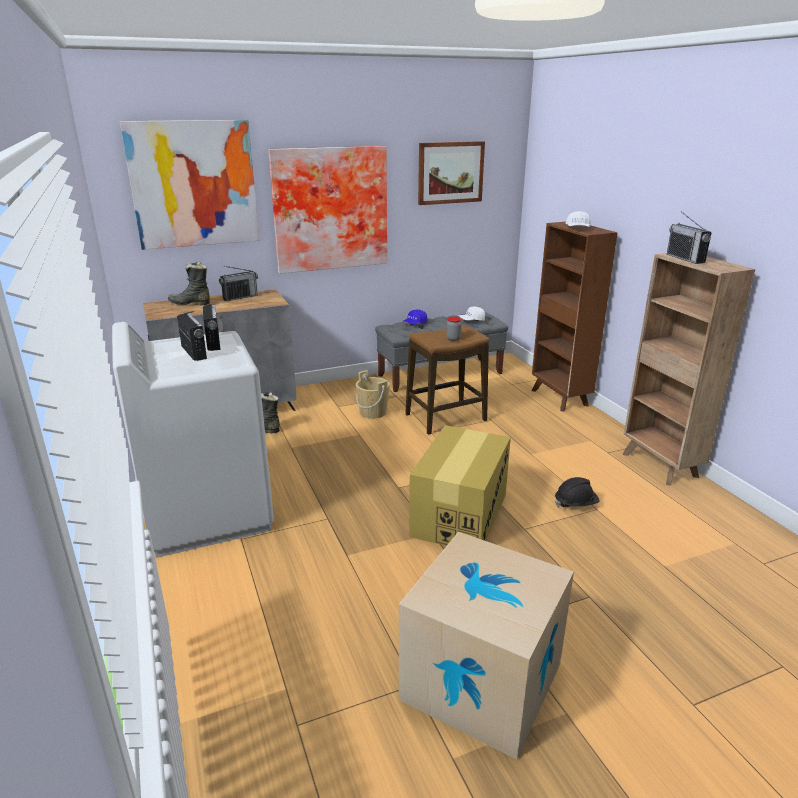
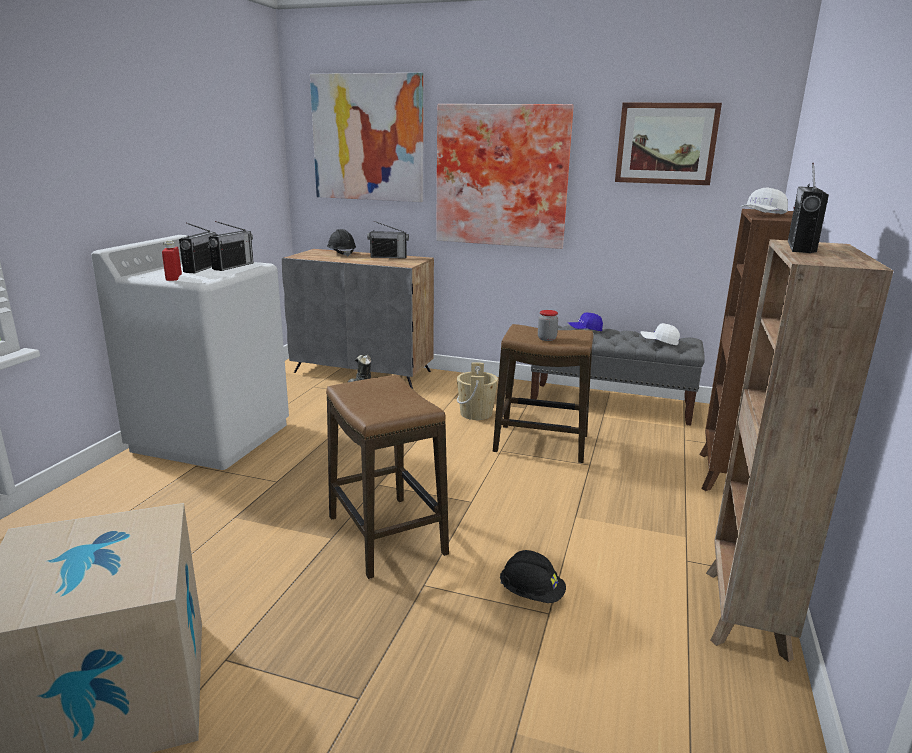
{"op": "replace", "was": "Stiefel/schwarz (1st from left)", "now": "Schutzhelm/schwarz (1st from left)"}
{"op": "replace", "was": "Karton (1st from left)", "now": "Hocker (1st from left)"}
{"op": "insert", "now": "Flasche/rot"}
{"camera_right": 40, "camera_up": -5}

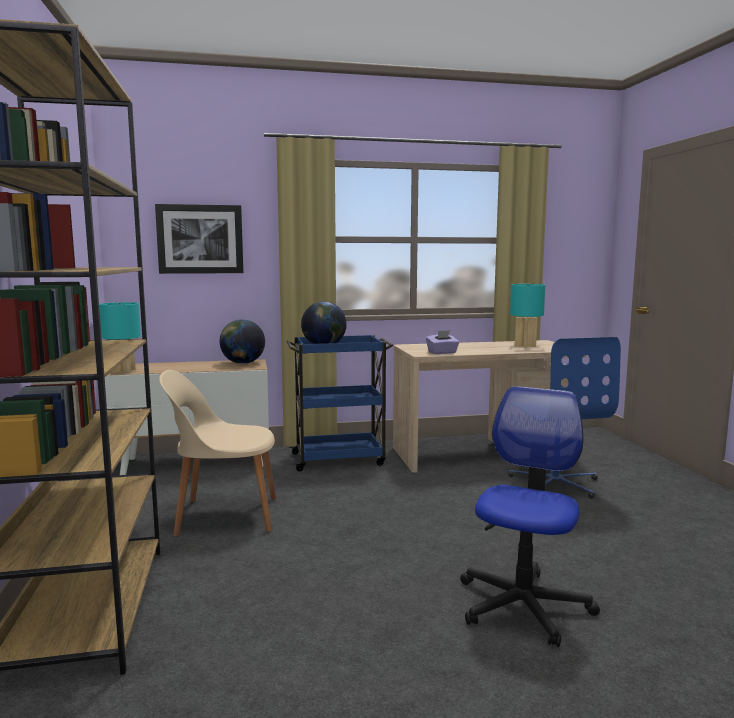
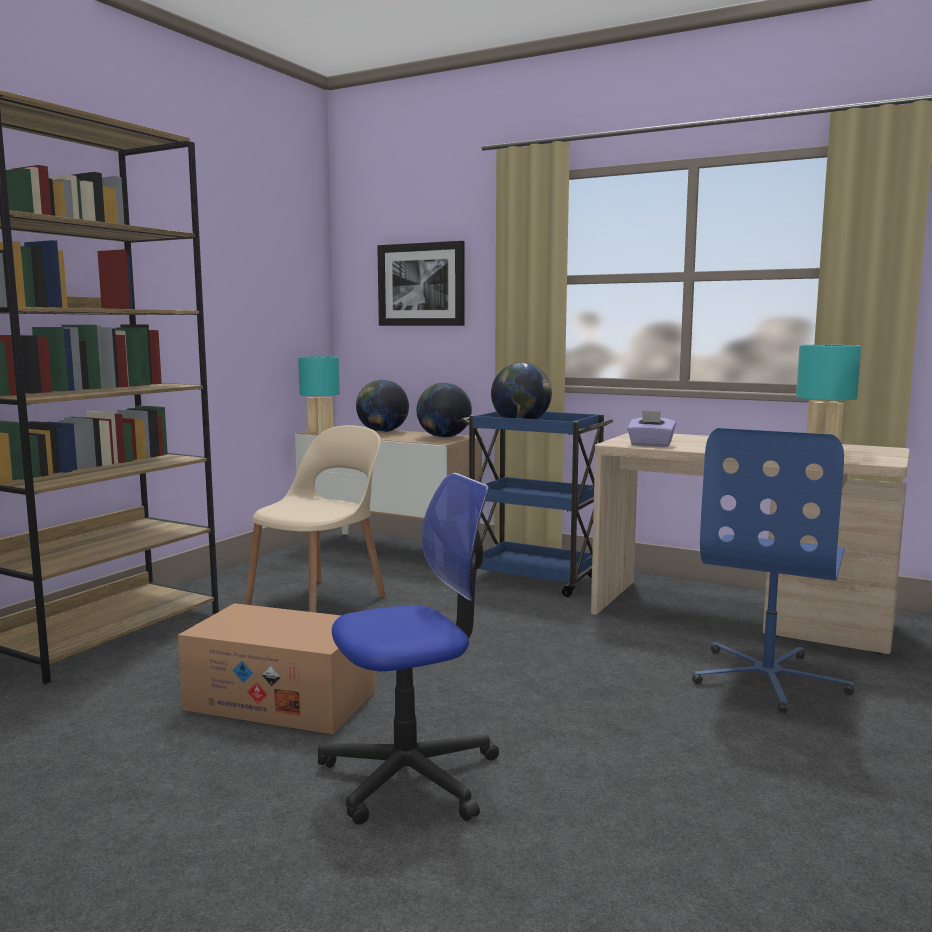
{"op": "rotate", "was": "Stuhl/beige", "clockwise": 90}
{"op": "insert", "now": "Karton"}
{"op": "insert", "now": "Globus (1st from left)"}
{"camera_right": 40, "camera_up": 0}

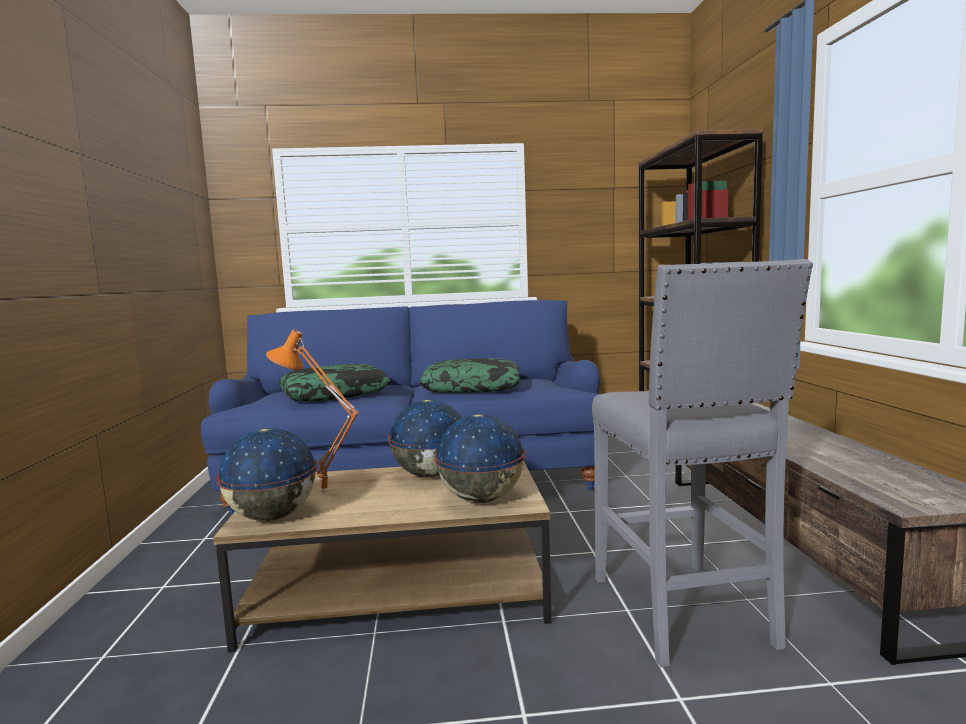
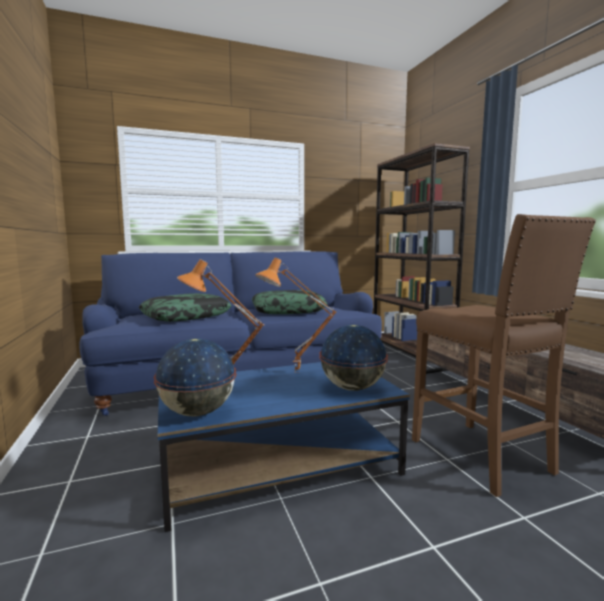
{"op": "recolor", "was": "Couchtisch/braun", "now": "Couchtisch/blau"}
{"op": "replace", "was": "Globus (2nd from left)", "now": "Tischlampe/orange (2nd from left)"}
{"op": "recolor", "was": "Hocker/grau", "now": "Hocker/braun"}
{"camera_right": -15, "camera_up": 0}

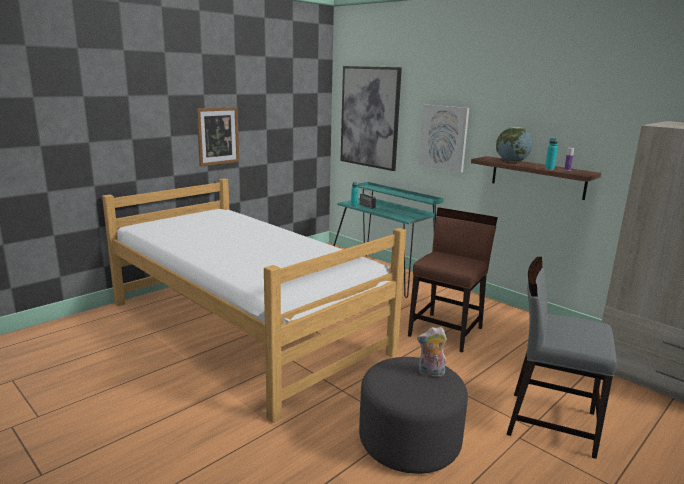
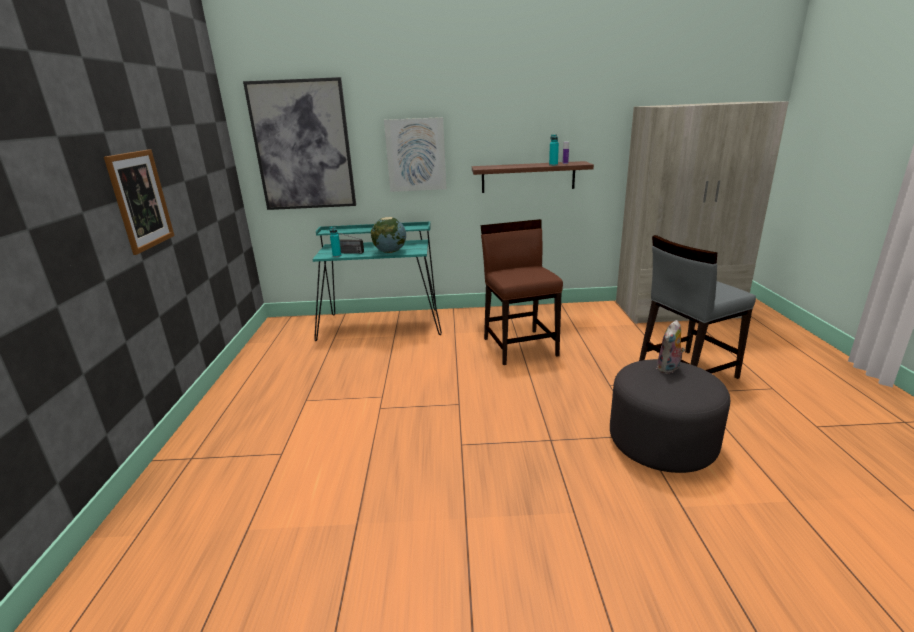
{"op": "delete", "was": "Bett"}
{"op": "move", "was": "Globus"}
{"camera_right": -45, "camera_up": 5}

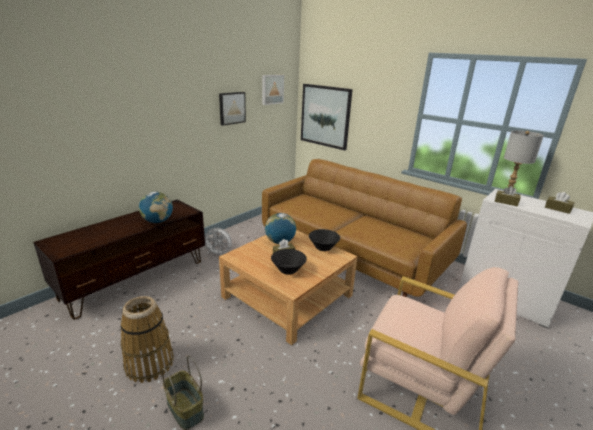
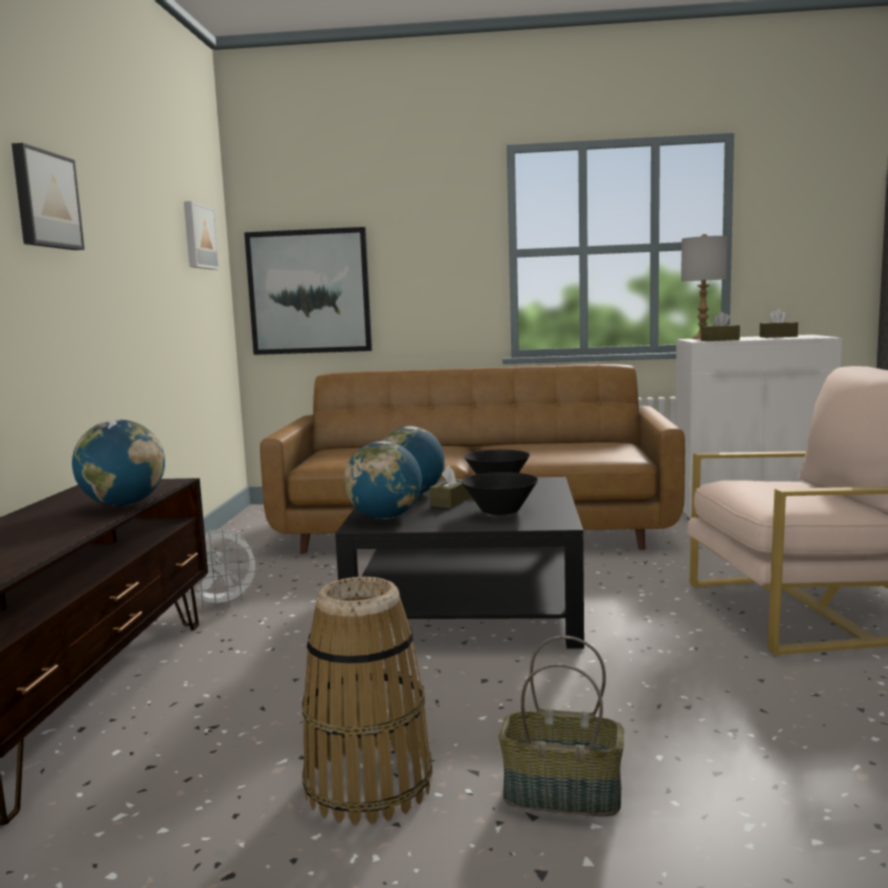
{"op": "move", "was": "Bild (1st from left)"}
{"op": "recolor", "was": "Couchtisch/beige", "now": "Couchtisch/schwarz"}
{"op": "insert", "now": "Globus (2nd from left)"}
{"camera_right": -35, "camera_up": -15}

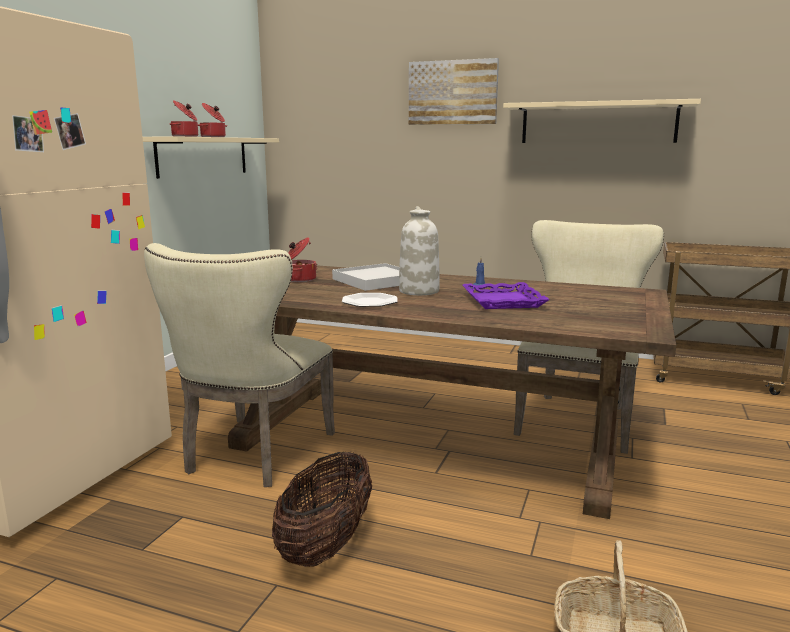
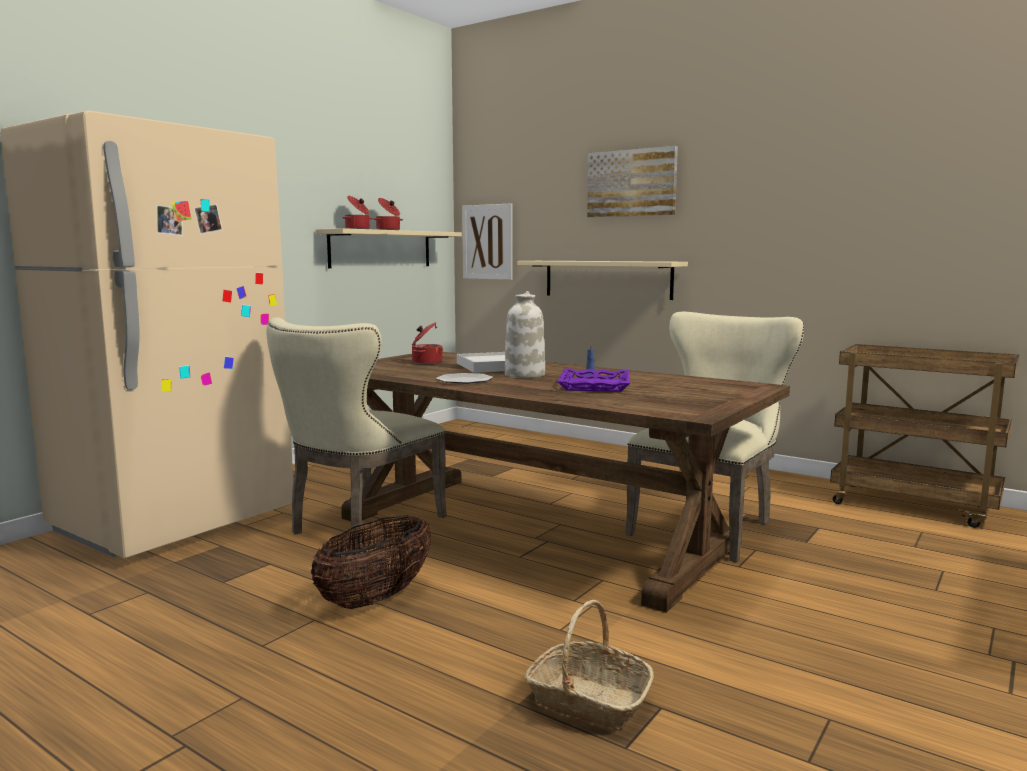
{"op": "move", "was": "Wandregal/beige (2nd from left)"}
{"op": "insert", "now": "Bild (1st from left)"}
{"camera_right": 15, "camera_up": -5}

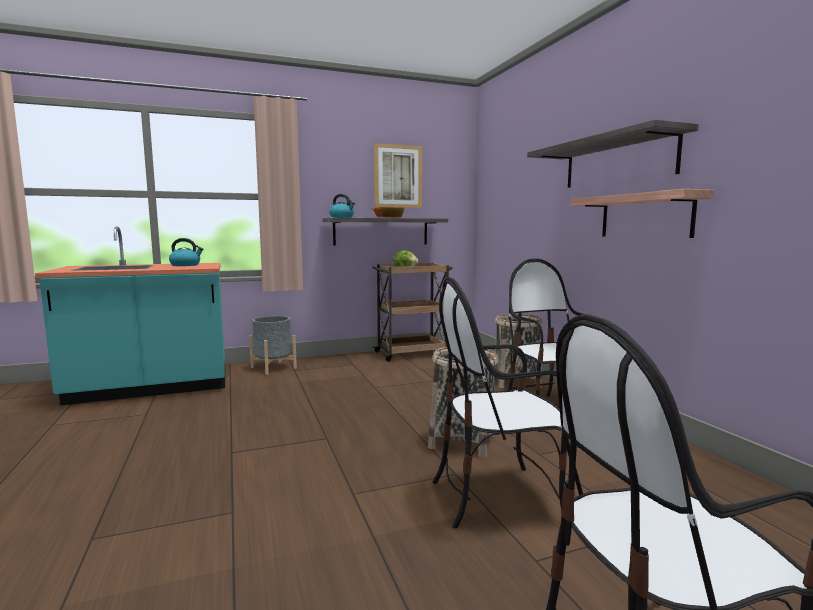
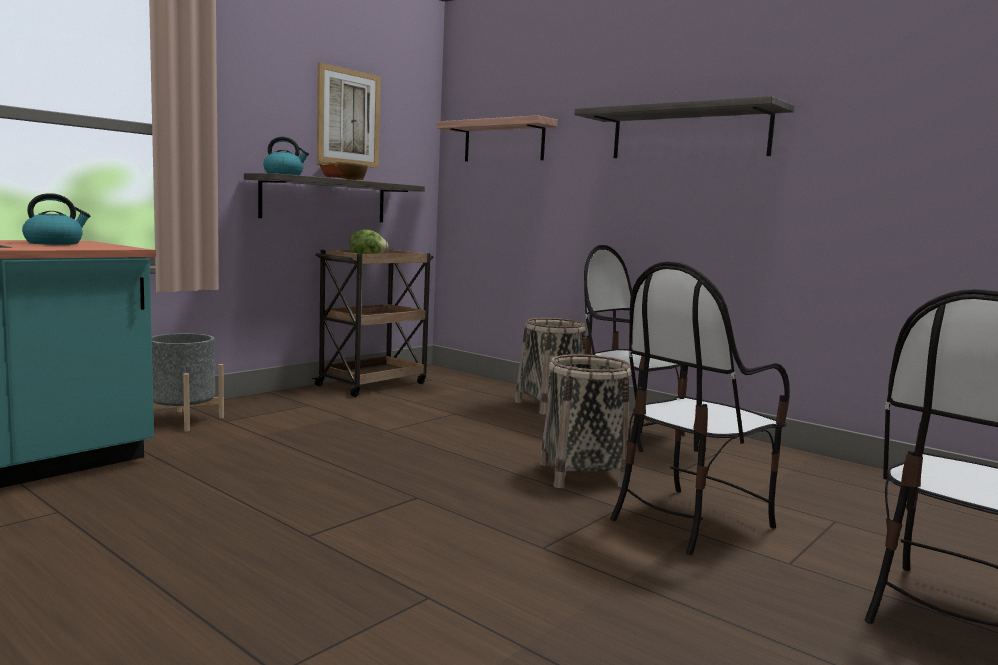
{"op": "move", "was": "Wandregal (3rd from left in the first image)", "now": "Wandregal (2nd from left)"}
{"camera_right": -30, "camera_up": 0}

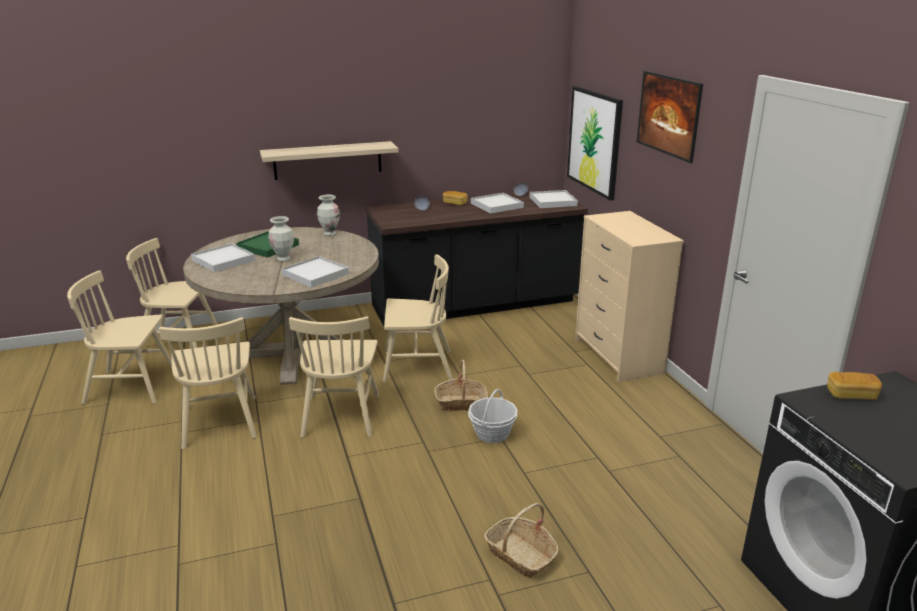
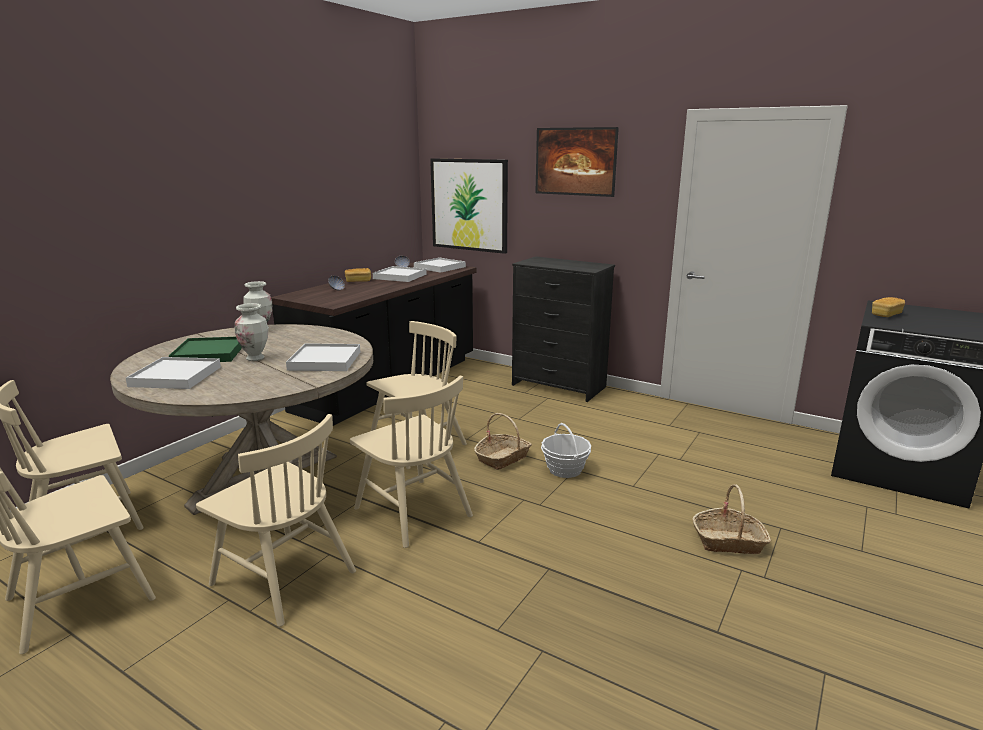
{"op": "delete", "was": "Wandregal"}
{"op": "recolor", "was": "Kommode/beige", "now": "Kommode/schwarz"}
{"camera_right": -40, "camera_up": -5}

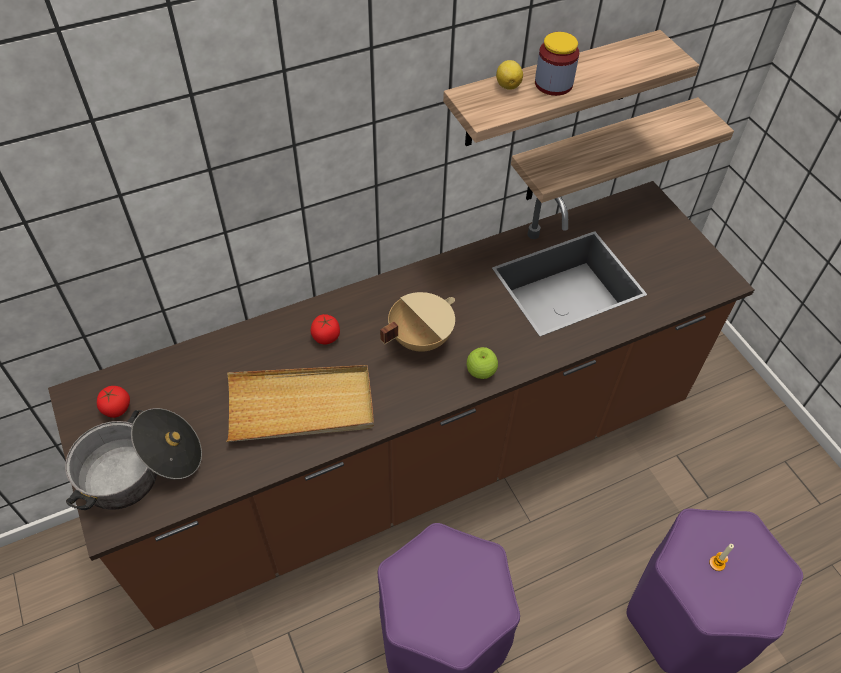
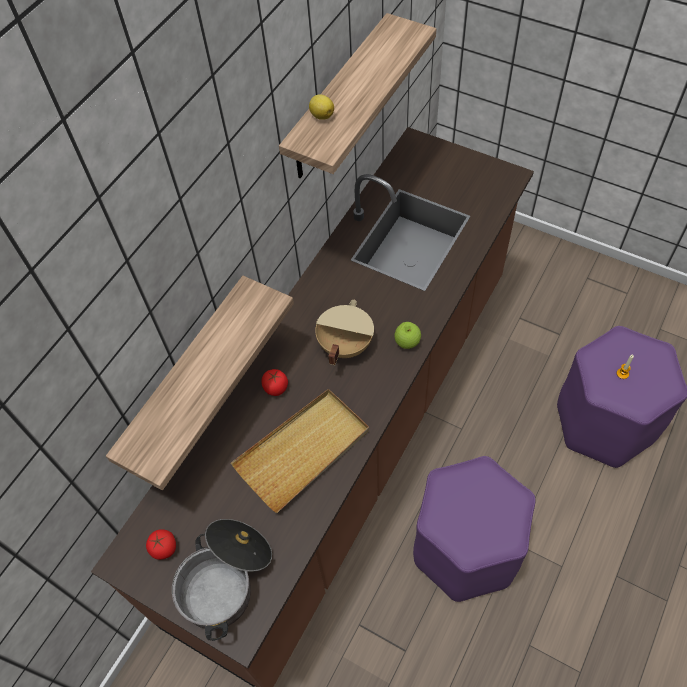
{"op": "move", "was": "Wandregal (2nd from left in the first image)", "now": "Wandregal (1st from left)"}
{"op": "delete", "was": "Vorratsglas"}
{"camera_right": -30, "camera_up": 5}

